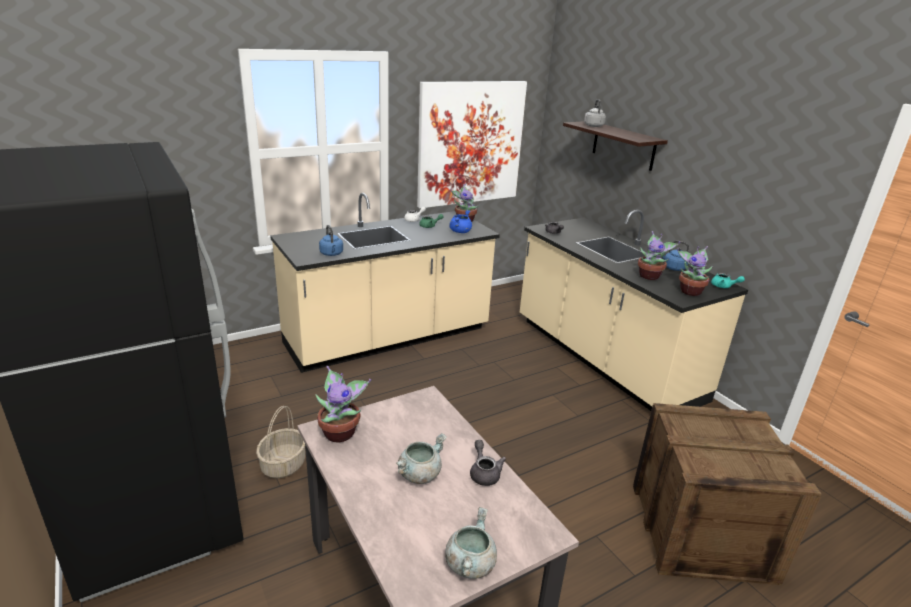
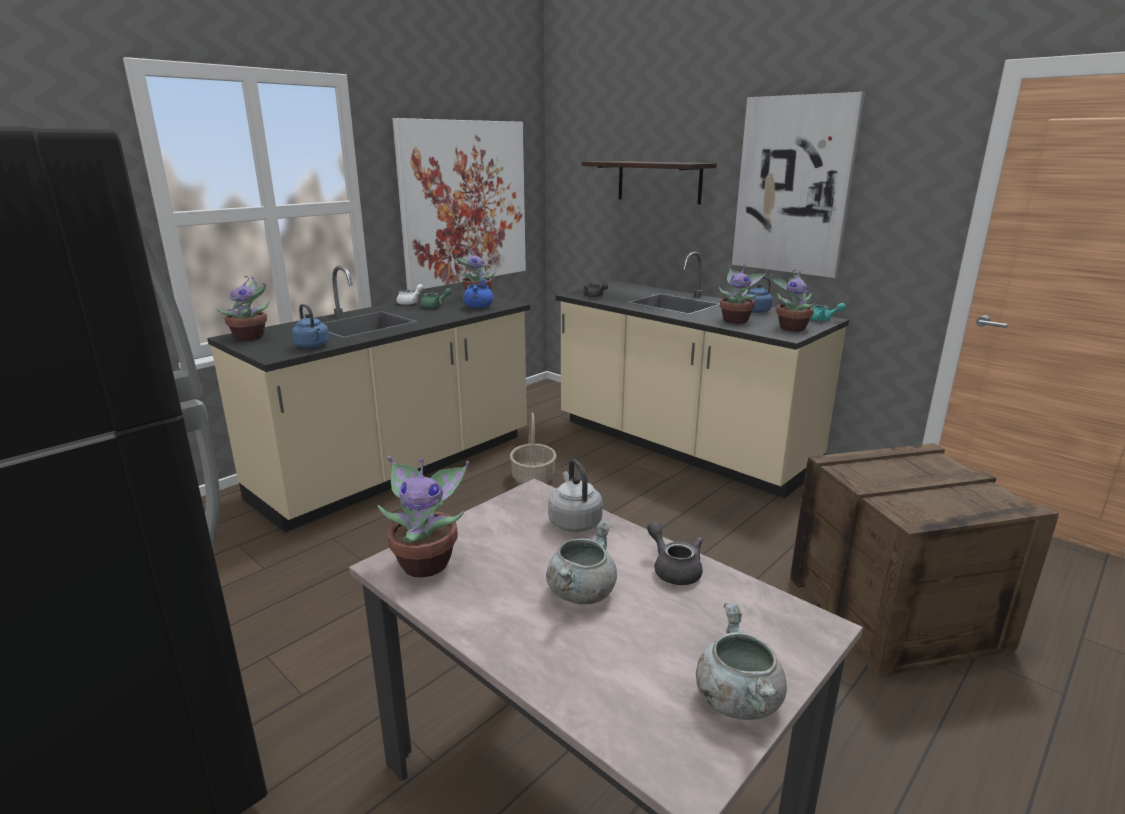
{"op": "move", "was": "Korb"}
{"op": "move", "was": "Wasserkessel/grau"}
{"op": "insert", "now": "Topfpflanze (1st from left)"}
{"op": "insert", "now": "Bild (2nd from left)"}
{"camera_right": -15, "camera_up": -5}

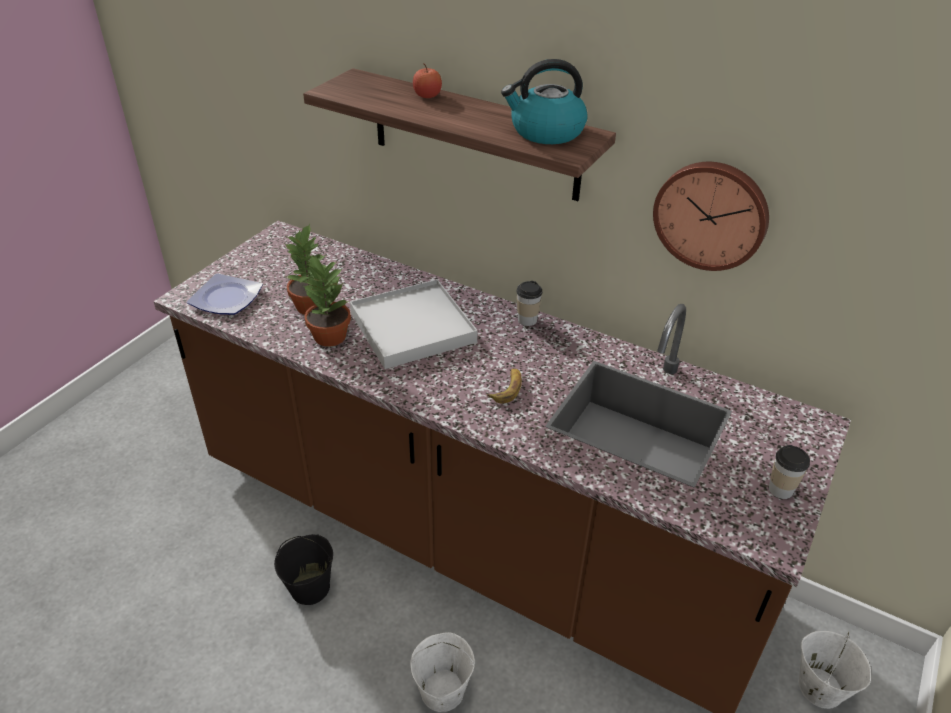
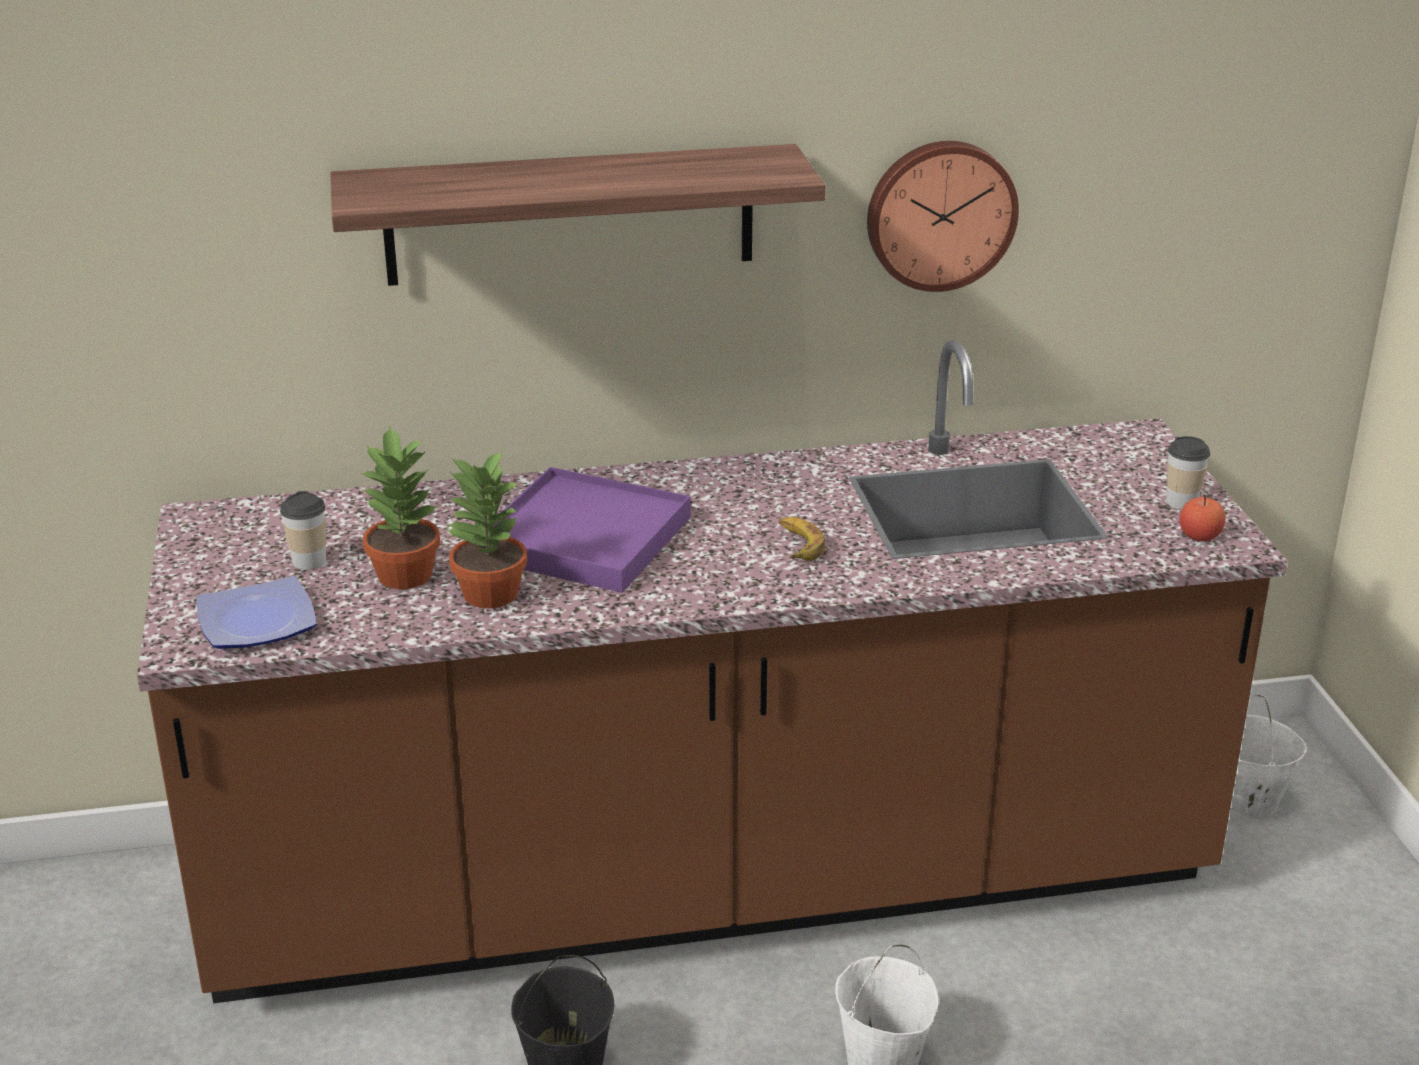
{"op": "recolor", "was": "Tablett/weiß", "now": "Tablett/lila"}
{"op": "move", "was": "Apfel"}
{"op": "delete", "was": "Wasserkessel"}
{"op": "move", "was": "Tasse (1st from left)"}
{"camera_right": -40, "camera_up": -10}

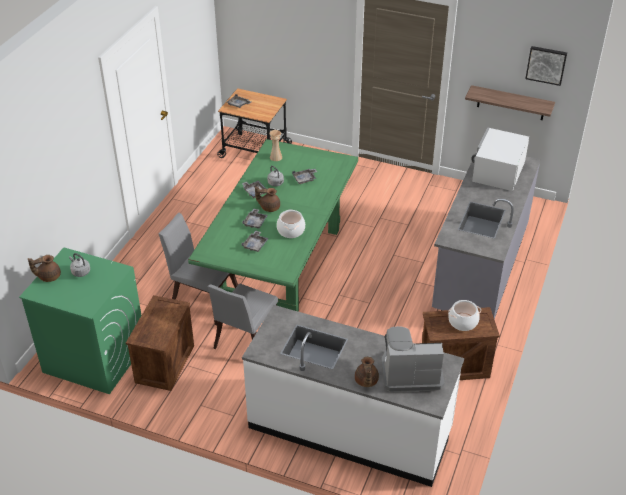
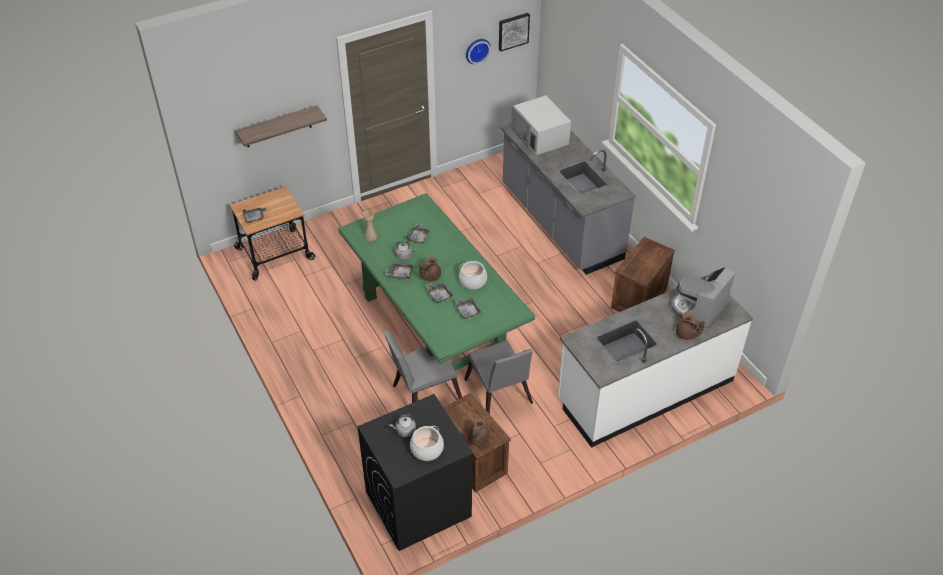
{"op": "recolor", "was": "Waschmaschine/grün", "now": "Waschmaschine/schwarz"}
{"op": "move", "was": "Teekanne/braun (1st from left in the first image)", "now": "Teekanne/braun (2nd from left)"}
{"op": "move", "was": "Kochtopf (2nd from left in the first image)", "now": "Kochtopf (1st from left)"}
{"op": "move", "was": "Wandregal"}
{"op": "insert", "now": "Wanduhr"}
{"camera_right": -50, "camera_up": 5}

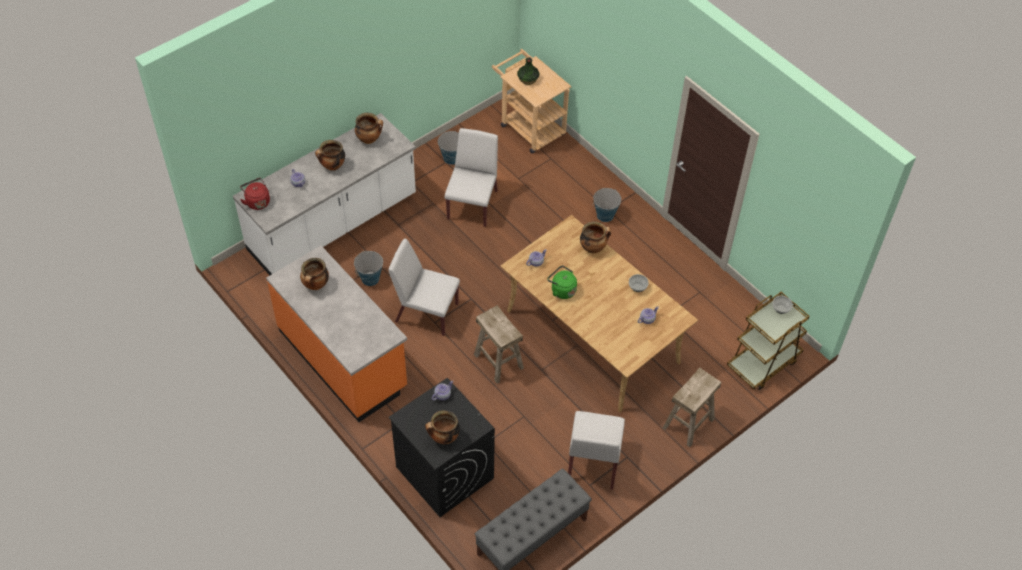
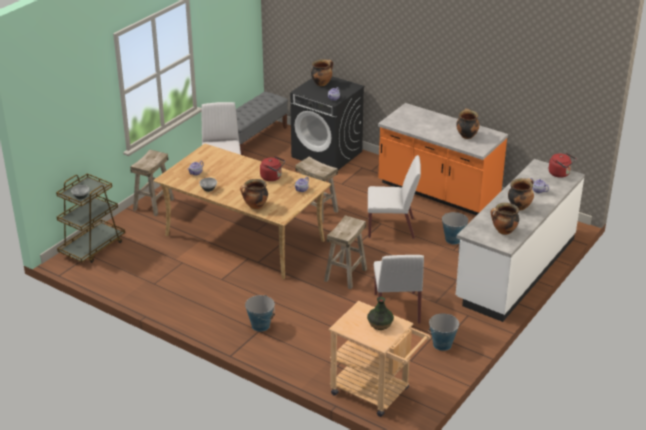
{"op": "recolor", "was": "Wasserkessel/grün", "now": "Wasserkessel/rot (1st from left)"}
{"op": "insert", "now": "Hocker/beige (3rd from left)"}
{"camera_right": 165, "camera_up": -20}

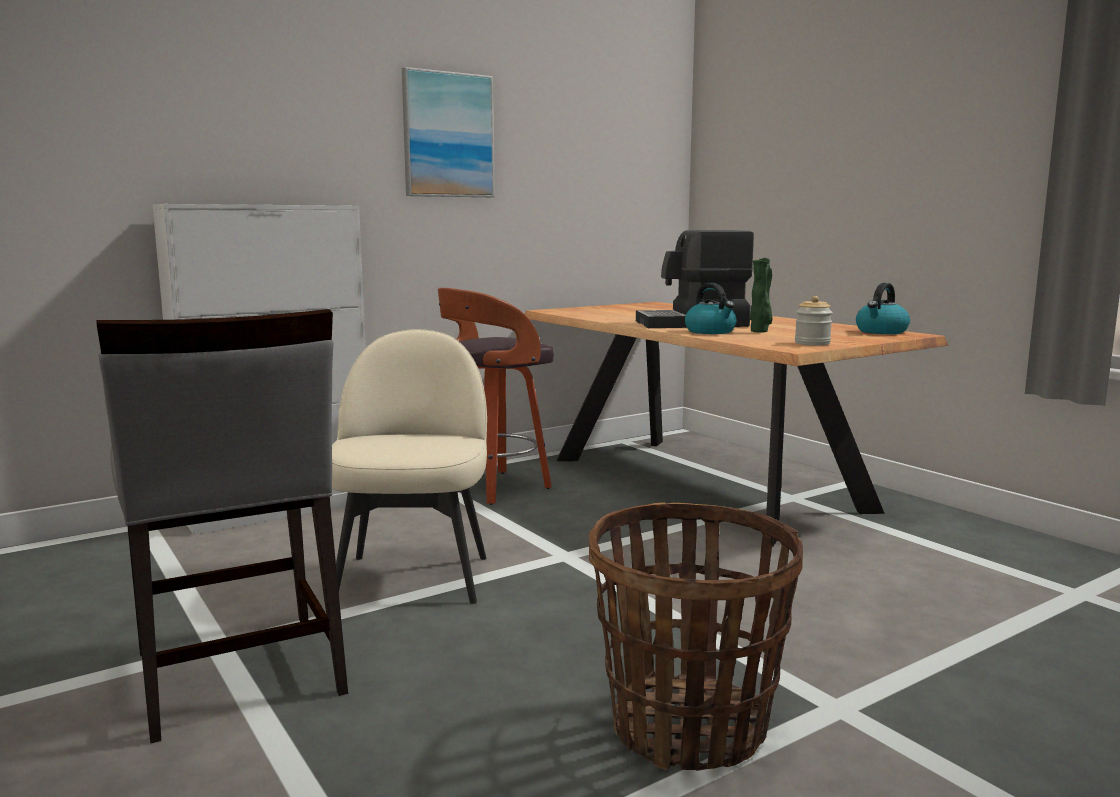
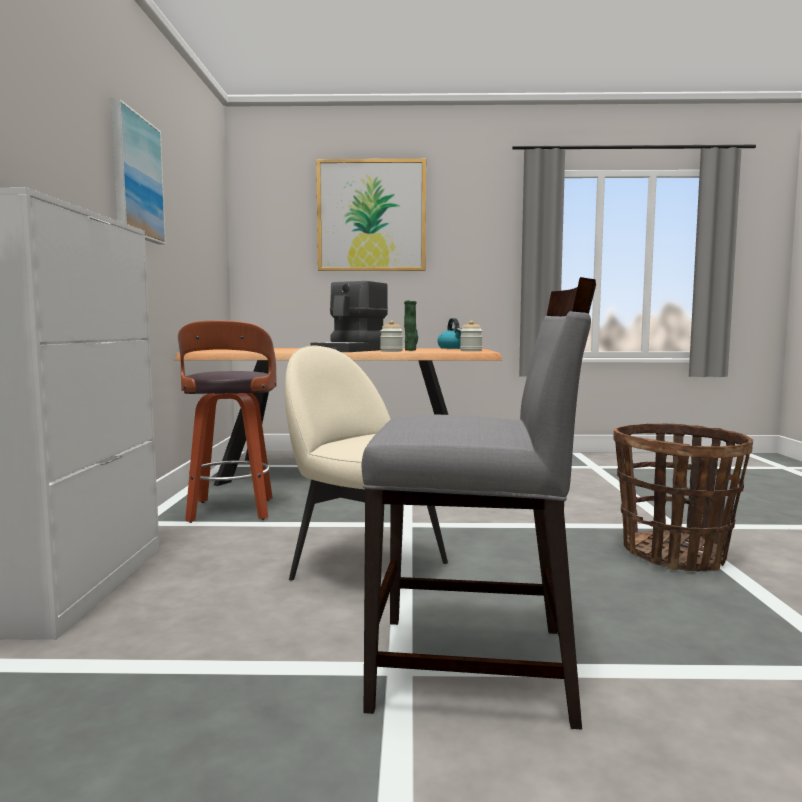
{"op": "replace", "was": "Wasserkessel (1st from left)", "now": "Vorratsglas (1st from left)"}
{"op": "insert", "now": "Bild (2nd from left)"}
{"camera_right": -55, "camera_up": -5}

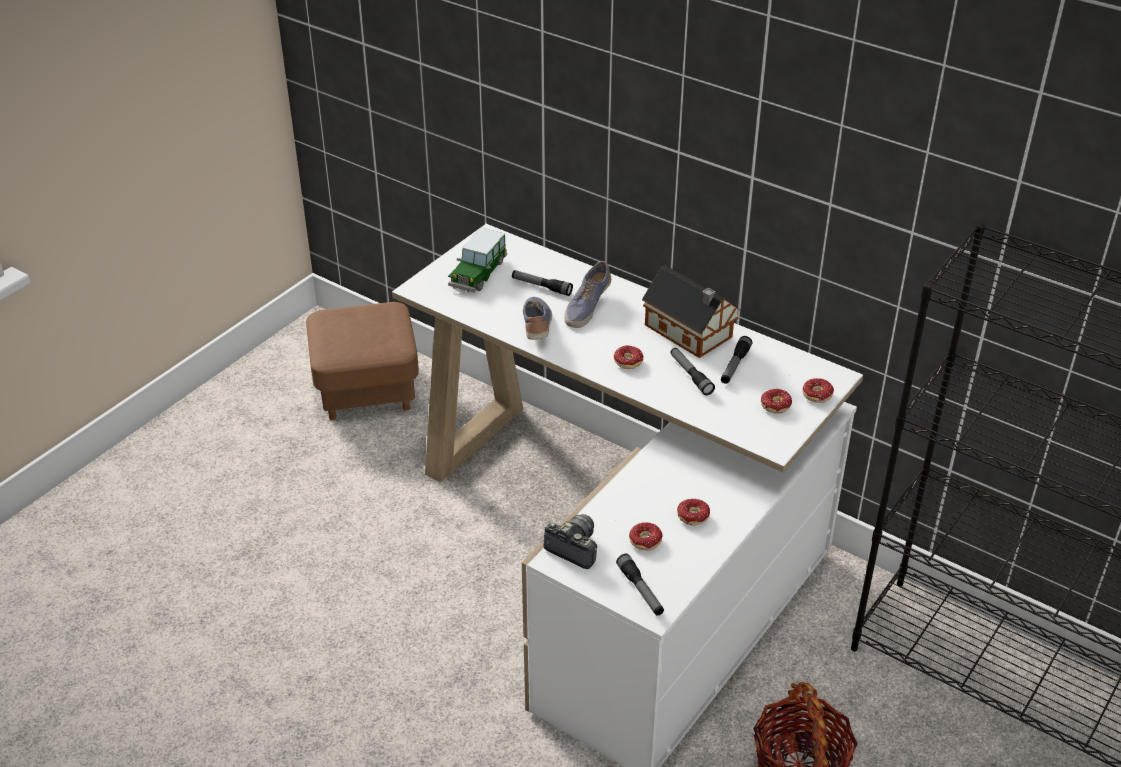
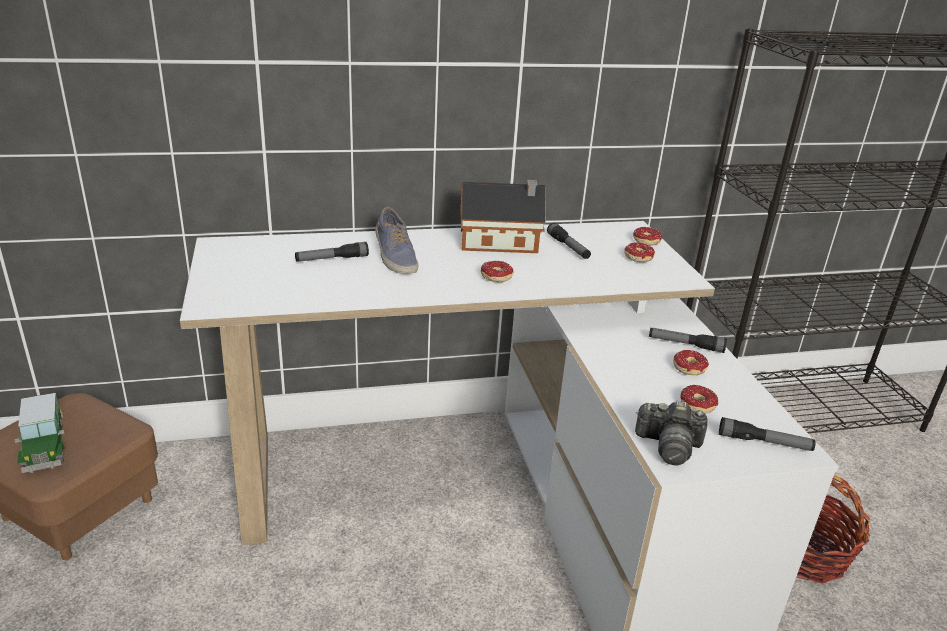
{"op": "move", "was": "Spielzeugauto"}
{"op": "delete", "was": "Schuh (1st from left)"}
{"op": "rotate", "was": "Kamera", "clockwise": -150}
{"op": "move", "was": "Taschenlampe (3rd from left)"}
{"camera_right": -50, "camera_up": -10}

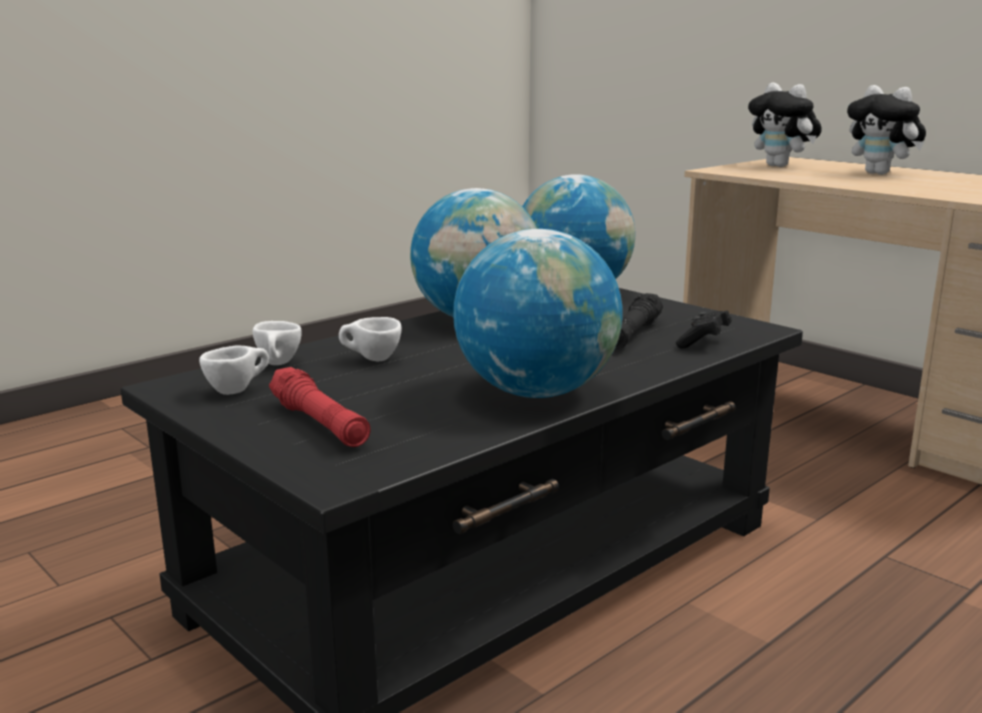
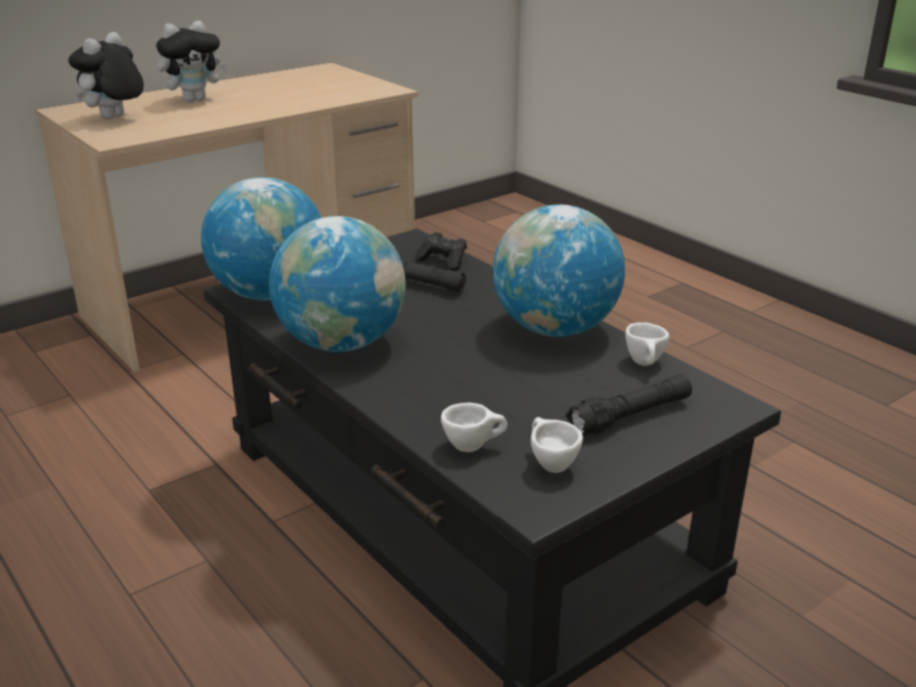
{"op": "recolor", "was": "Taschenlampe/rot", "now": "Taschenlampe/schwarz (2nd from left)"}
{"op": "move", "was": "Tasse/weiß (3rd from left)"}
{"op": "rotate", "was": "Plüschtier (1st from left)", "clockwise": 150}
{"camera_right": -85, "camera_up": 10}

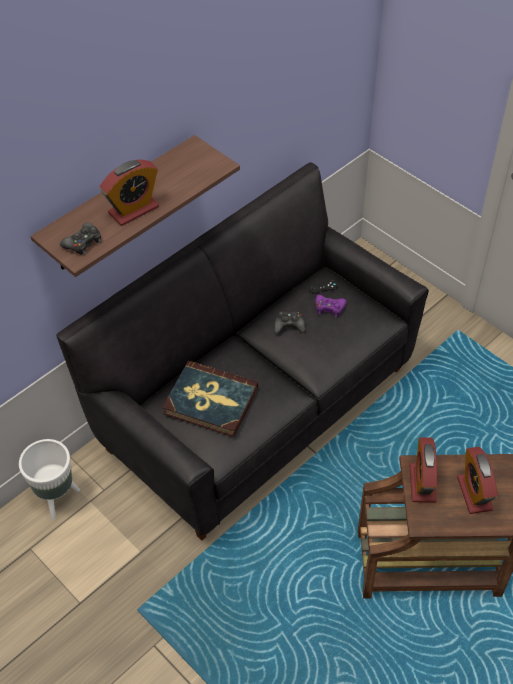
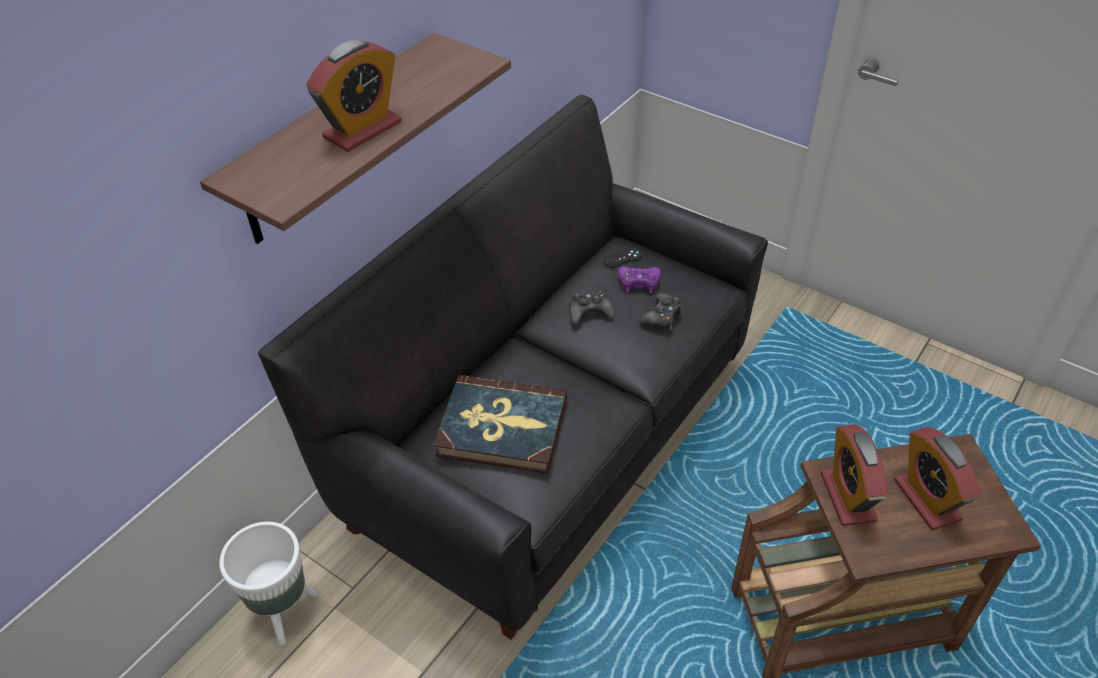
{"op": "move", "was": "Gamepad/schwarz (1st from left in the first image)", "now": "Gamepad/schwarz (3rd from left)"}
{"camera_right": -10, "camera_up": -5}

